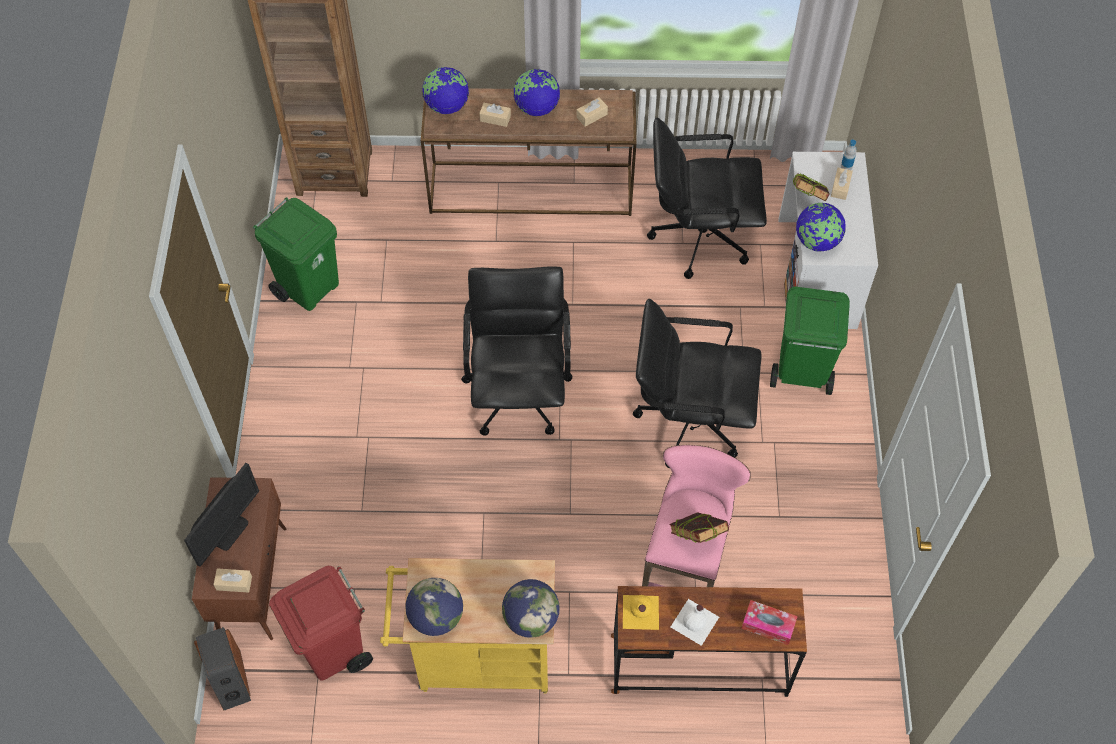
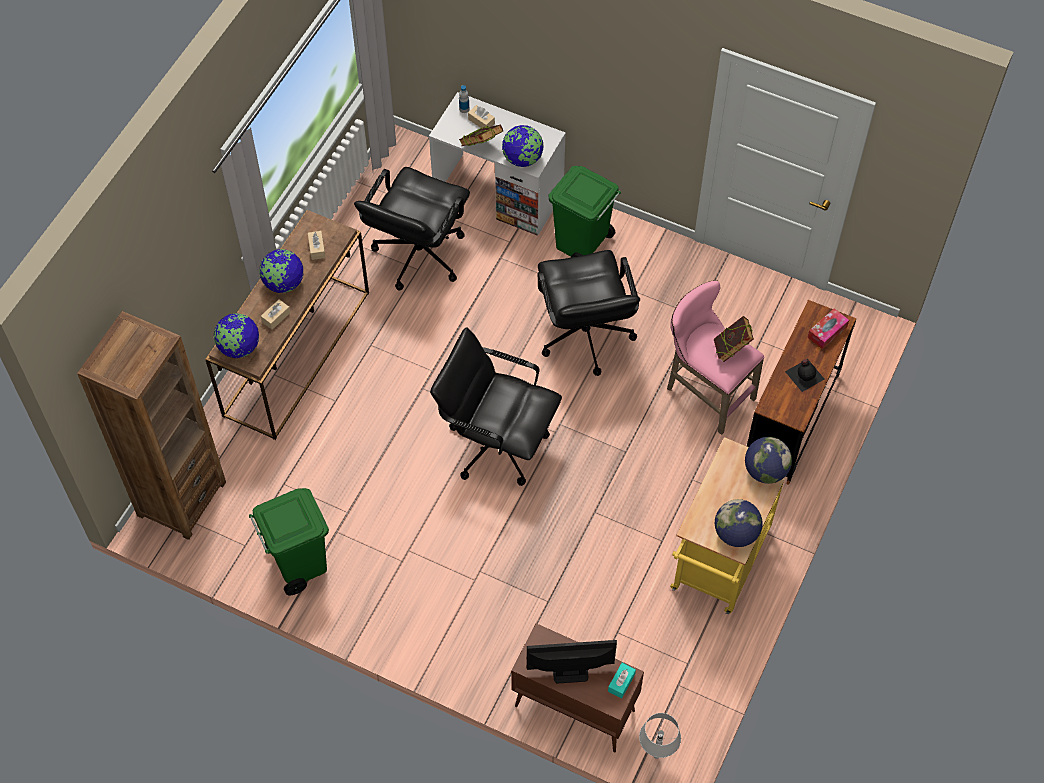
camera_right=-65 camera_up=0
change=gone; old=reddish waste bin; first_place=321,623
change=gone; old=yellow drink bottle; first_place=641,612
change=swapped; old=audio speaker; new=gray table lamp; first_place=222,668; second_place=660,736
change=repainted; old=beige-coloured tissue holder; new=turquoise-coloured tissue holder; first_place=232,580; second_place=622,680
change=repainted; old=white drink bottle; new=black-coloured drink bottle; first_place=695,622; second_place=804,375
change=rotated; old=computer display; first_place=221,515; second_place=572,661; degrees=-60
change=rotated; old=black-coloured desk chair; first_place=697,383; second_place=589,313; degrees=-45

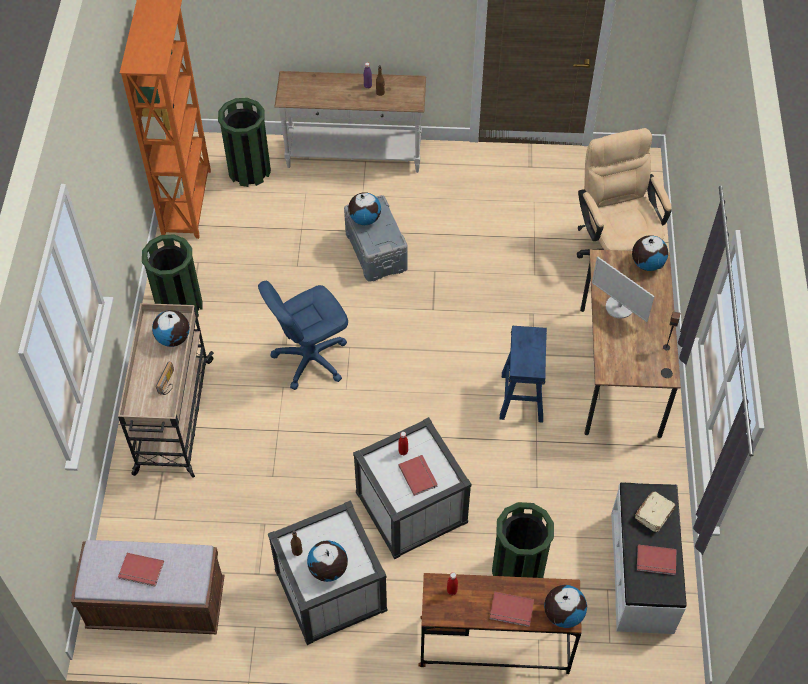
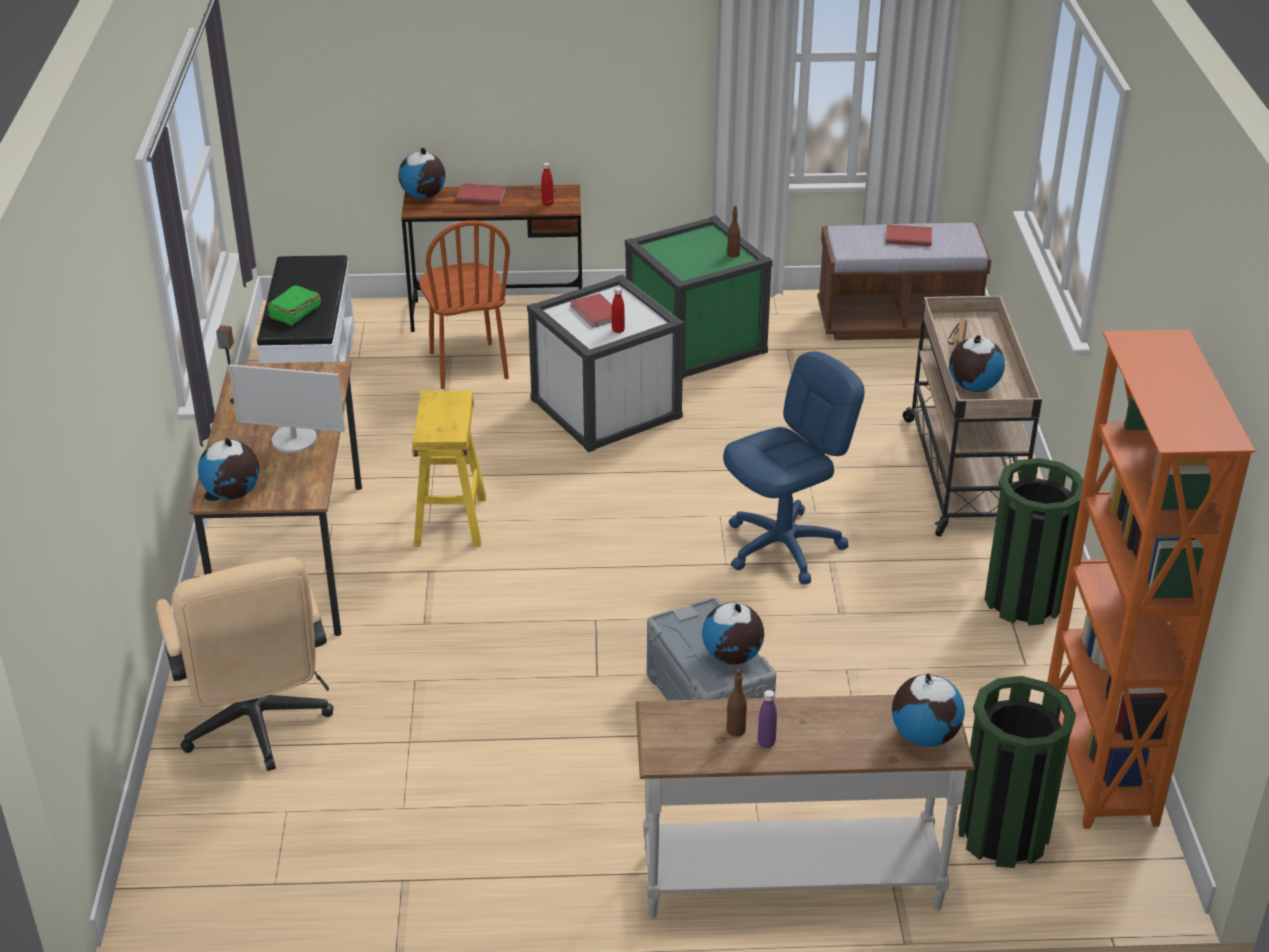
camera_right=175 camera_up=-20
change=gone; old=reddish book; first_place=656,560
change=shifted; old=desk globe; first_place=327,561; second_place=928,710
change=swapped; old=green waste bin; new=brown upright chair; first_place=523,540; second_place=464,304
change=repainted; old=white storage box; new=green storage box; first_place=328,572; second_place=699,297
change=repainted; old=blue-coloured stool seat; new=yellow stool seat; first_place=523,374; second_place=449,469
change=repainted; old=beige-coloured book; new=green book; first_place=655,511; second_place=294,305
change=rotated; old=computer display; first_place=623,289; second_place=286,408; degrees=150

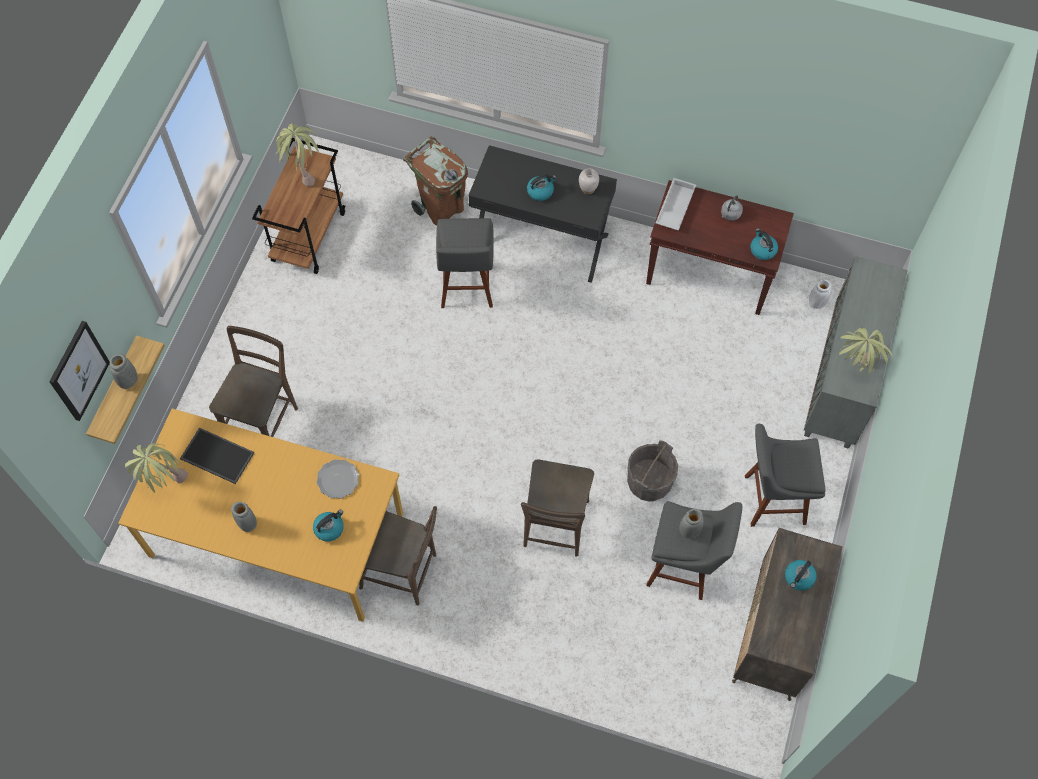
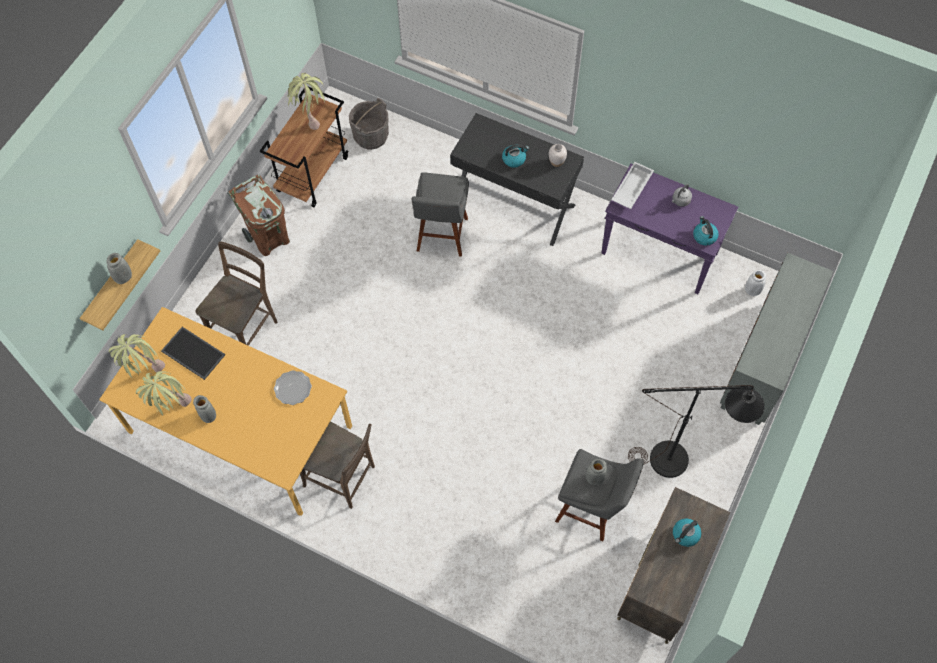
camera_right=10 camera_up=0
change=gone; old=wall art; first_place=79,371
change=gone; old=water kettle; first_place=328,526
change=gone; old=brown upright chair; first_place=557,508
change=shifted; old=brown waste bin; first_place=435,181; second_place=258,215
change=shifted; old=gray pail; first_place=652,471; second_place=369,124
change=shifted; old=plant in a pot; first_place=866,351; second_place=164,393
change=swapped; old=gray stool seat; new=black-coloured standing lamp; first_place=785,475; second_place=696,431
change=repainted; old=brown narrow table; new=purple-coloured narrow table; first_place=720,247; second_place=669,229

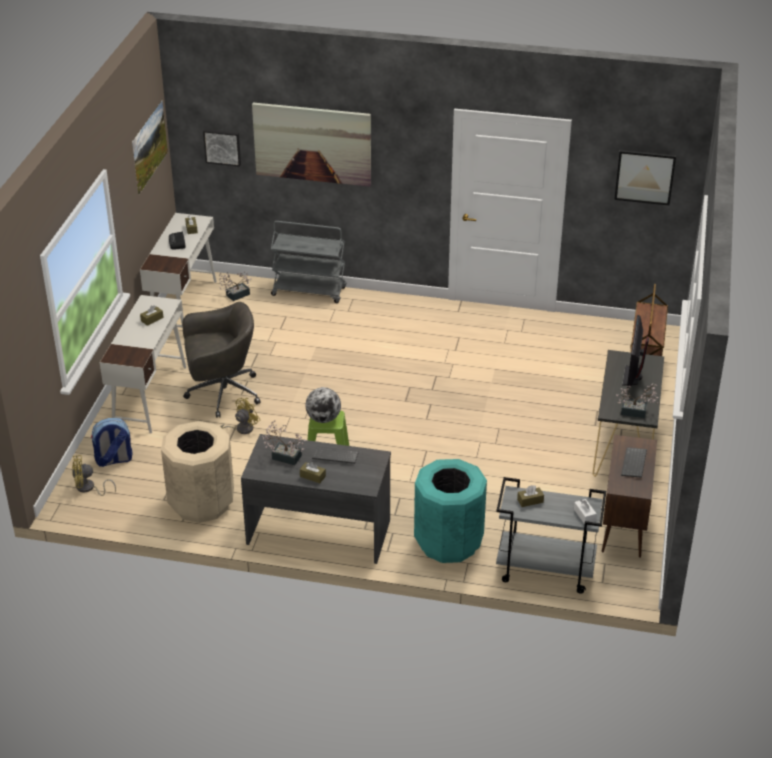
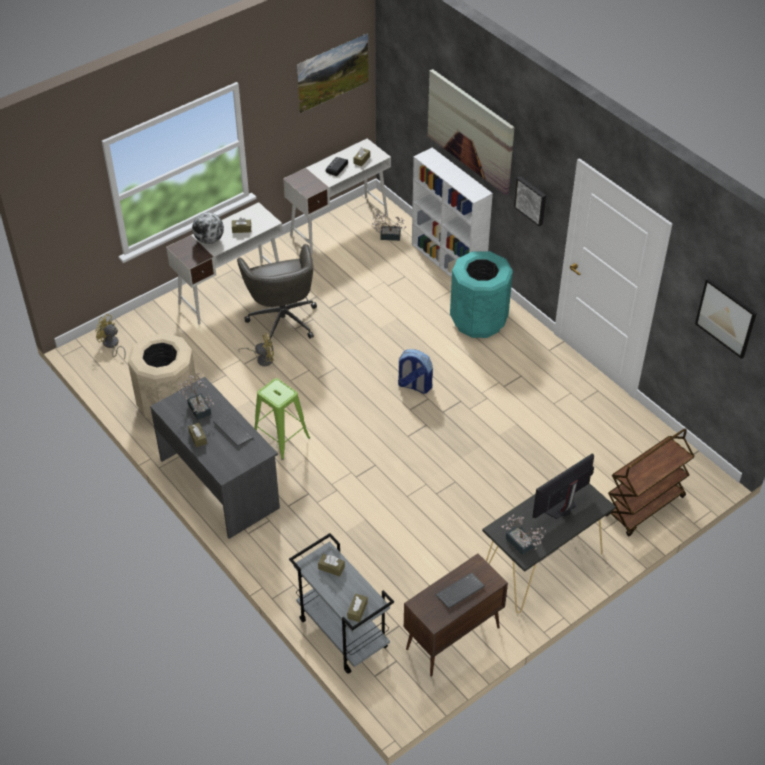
camera_right=40 camera_up=10
change=shifted; old=rucksack; first_place=112,442; second_place=415,371
change=shifted; old=wall art; first_place=222,148; second_place=530,201
change=shifted; old=desk globe; first_place=323,405; second_place=208,228
change=shifted; old=turquoise-coloured waste bin; first_place=450,511; second_place=481,294
change=swapped; old=gray cart; new=white bookshelf; first_place=308,262; second_place=452,213
change=repainted; old=white tissue holder; new=brown tissue holder; first_place=585,511; second_place=357,608
change=rotated; old=gray desk chair; first_place=222,360; second_place=277,295; degrees=45

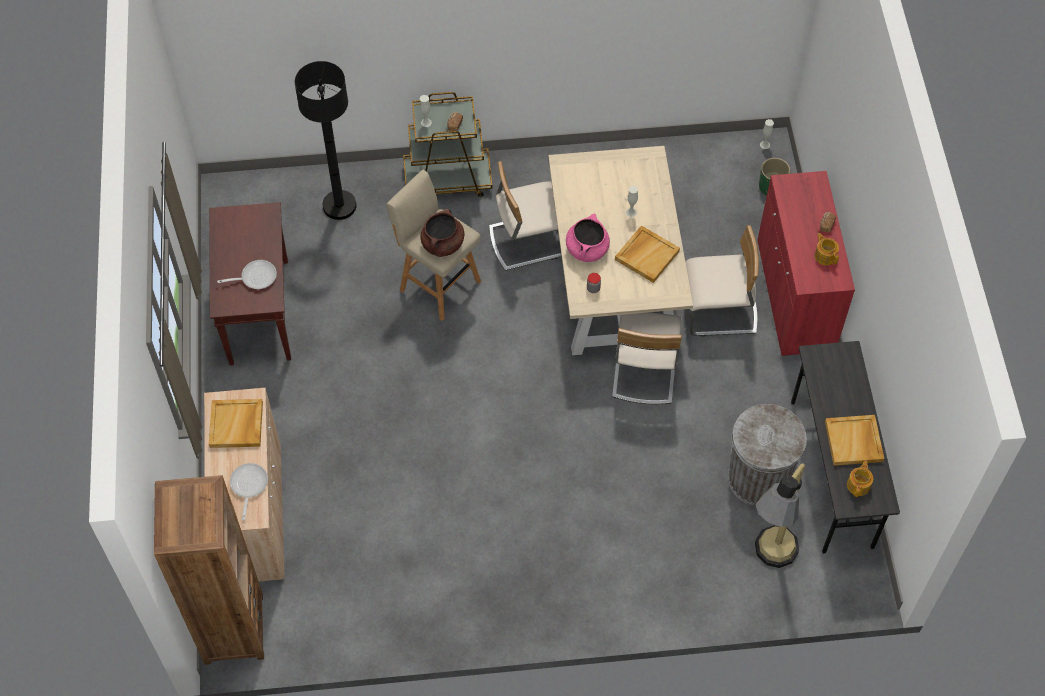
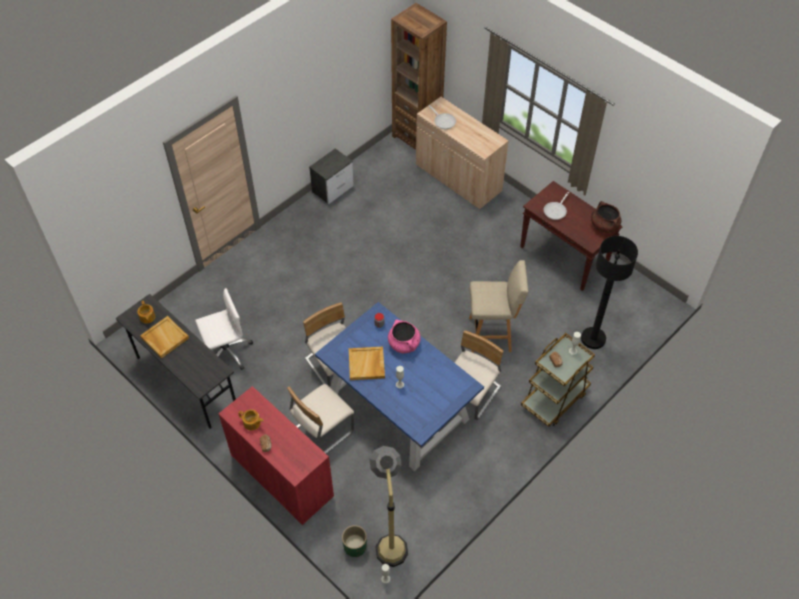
camera_right=140 camera_up=-5
change=gone; old=beige-coloured carrying tray; first_place=236,423
change=new; new=bedside table; second_place=331,176
change=shifted; old=brown stockpot; first_place=442,233; second_place=606,217
change=shifted; old=standing lamp; first_place=780,515; second_place=388,506
change=swapped; old=gray waste bin; new=white desk chair; first_place=767,455; second_place=224,329
change=repainted; old=beige-coloured dining table; new=blue-coloured dining table; first_place=620,250; second_place=399,386

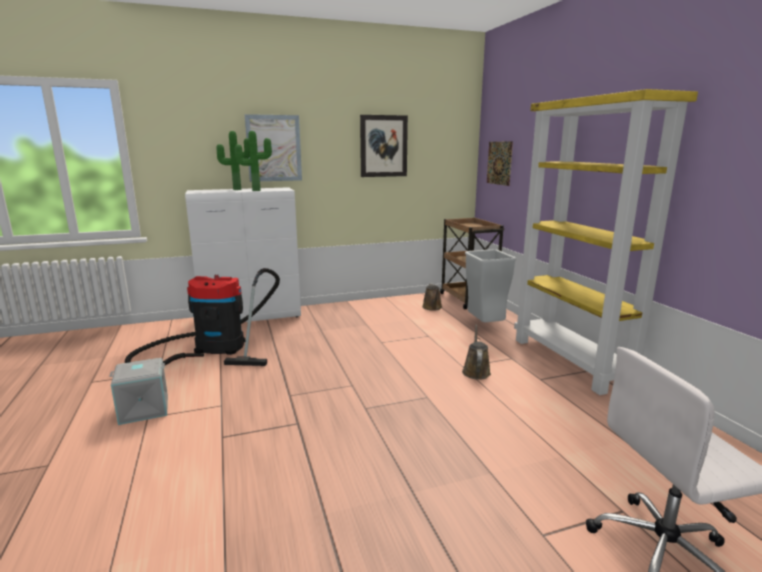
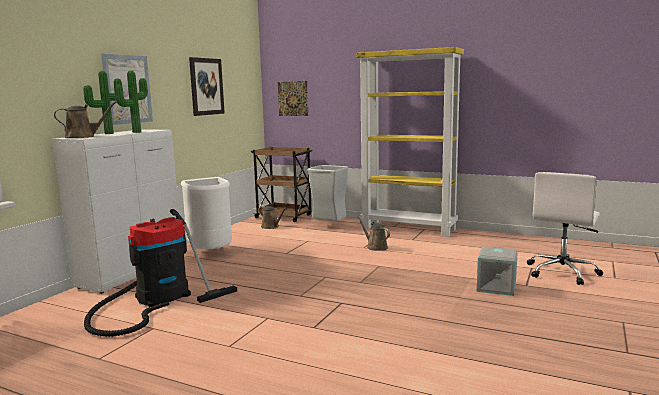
camera_right=-45 camera_up=-5
change=new; new=brown sprinkling can; second_place=86,119
change=new; new=white waste bin; second_place=206,213
change=shifted; old=gray storage box; first_place=138,391; second_place=497,271

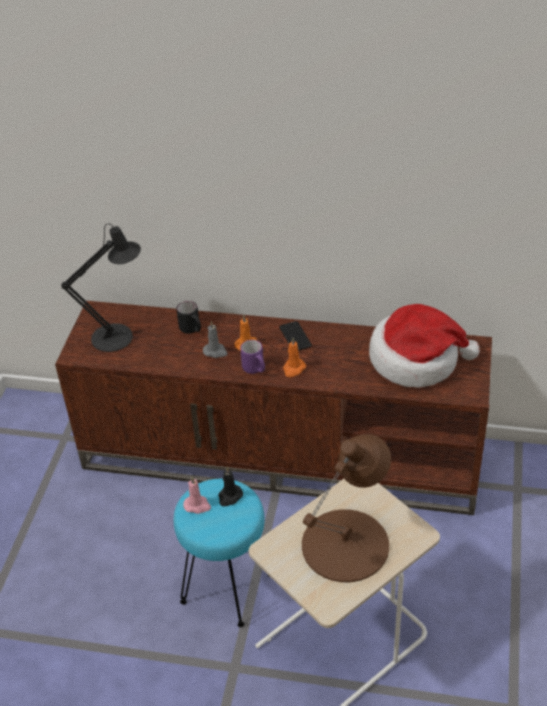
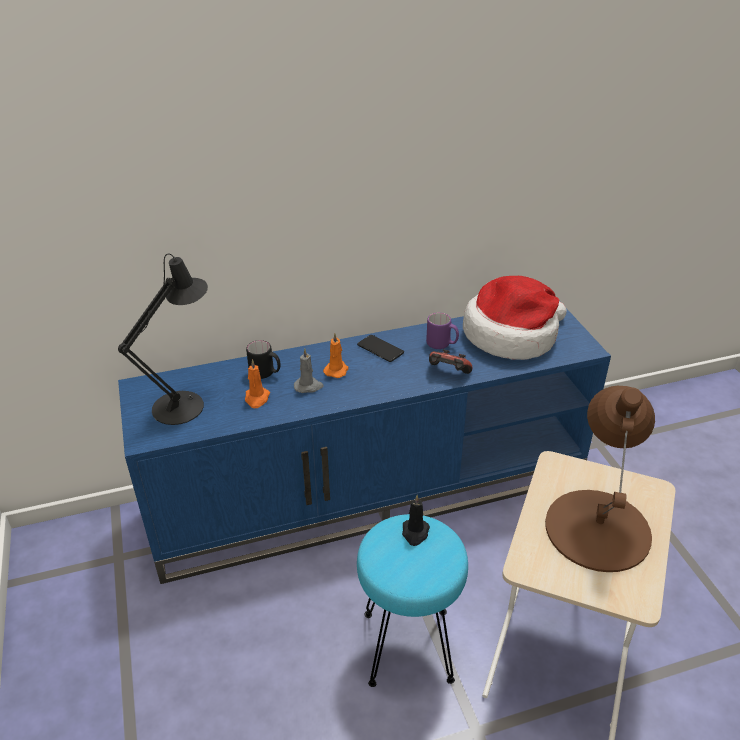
camera_right=-30 camera_up=-5
change=gone; old=pinkish wax light; first_place=197,495
change=new; new=gamepad; second_place=450,361
change=shifted; old=purple-coloured tea mug; first_place=252,357; second_place=442,331
change=shifted; old=orange-coloured wax light; first_place=294,357; second_place=257,383
change=repainted; old=brown media console; new=blue-coloured media console; first_place=273,408; second_place=364,446

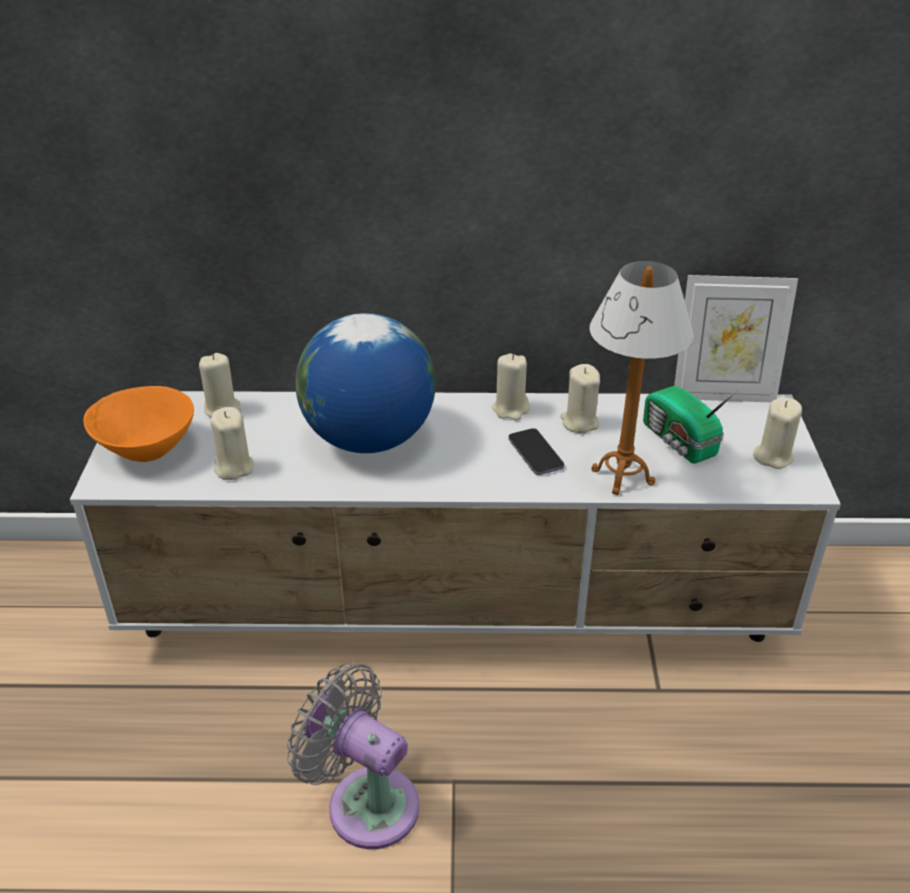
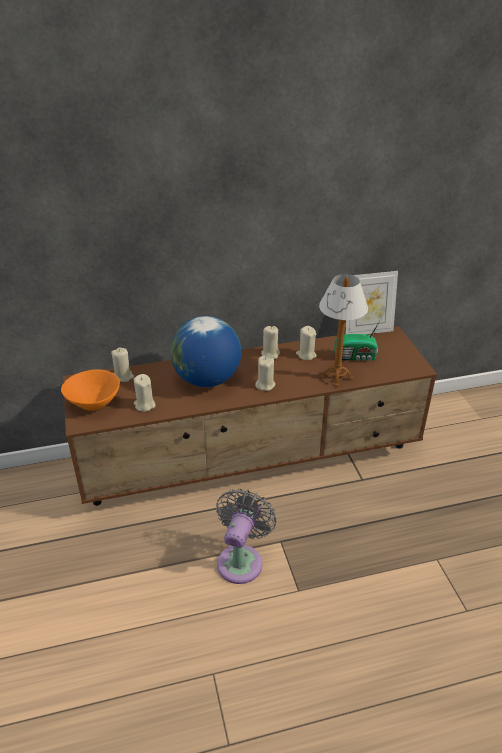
camera_right=-15 camera_up=0
change=gone; old=telephone; first_place=536,451
change=shifted; old=beige-coloured wax light; first_place=777,433; second_place=265,373
change=repainted; old=white media console; new=brown media console; first_place=455,516; second_place=250,416
change=rotated; old=gray fan; first_place=353,756; second_place=246,536; degrees=90
change=rotated; old=radio set; first_place=690,425; second_place=358,339; degrees=-45

